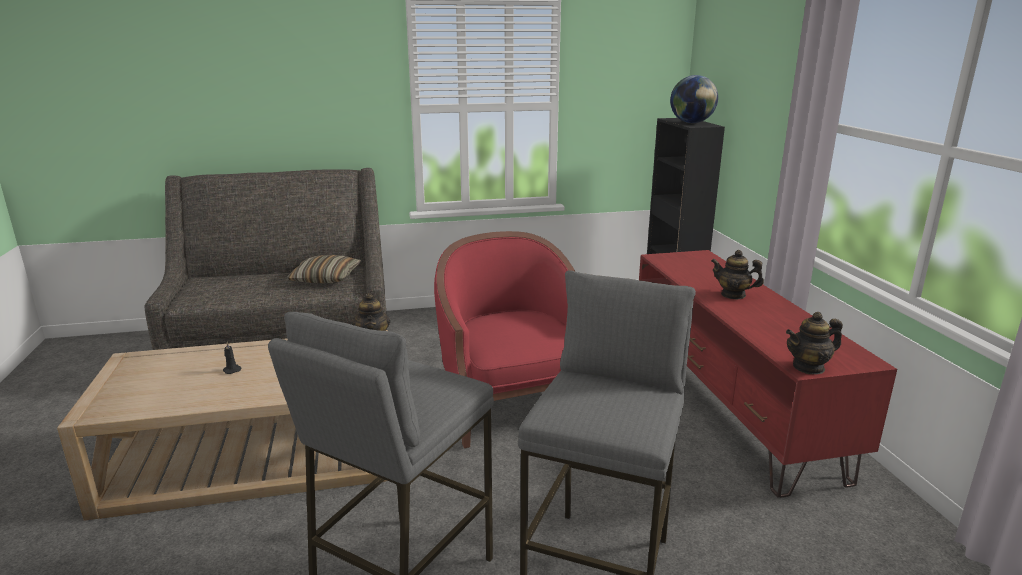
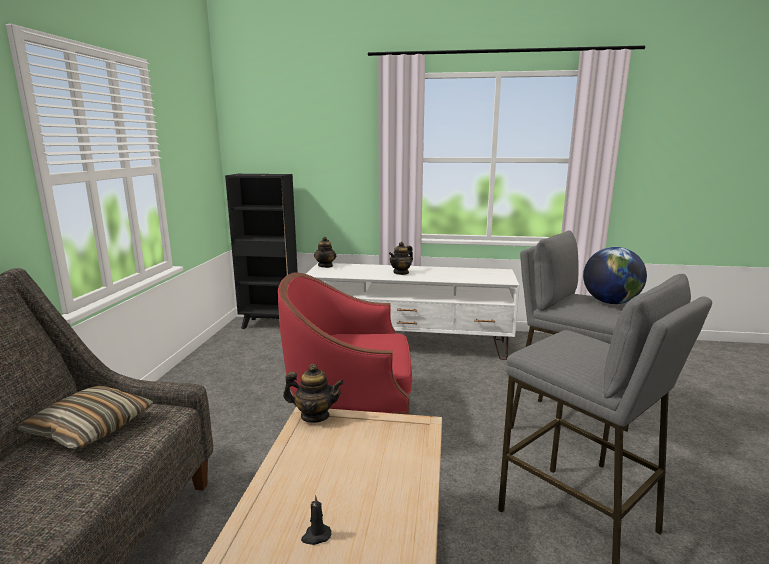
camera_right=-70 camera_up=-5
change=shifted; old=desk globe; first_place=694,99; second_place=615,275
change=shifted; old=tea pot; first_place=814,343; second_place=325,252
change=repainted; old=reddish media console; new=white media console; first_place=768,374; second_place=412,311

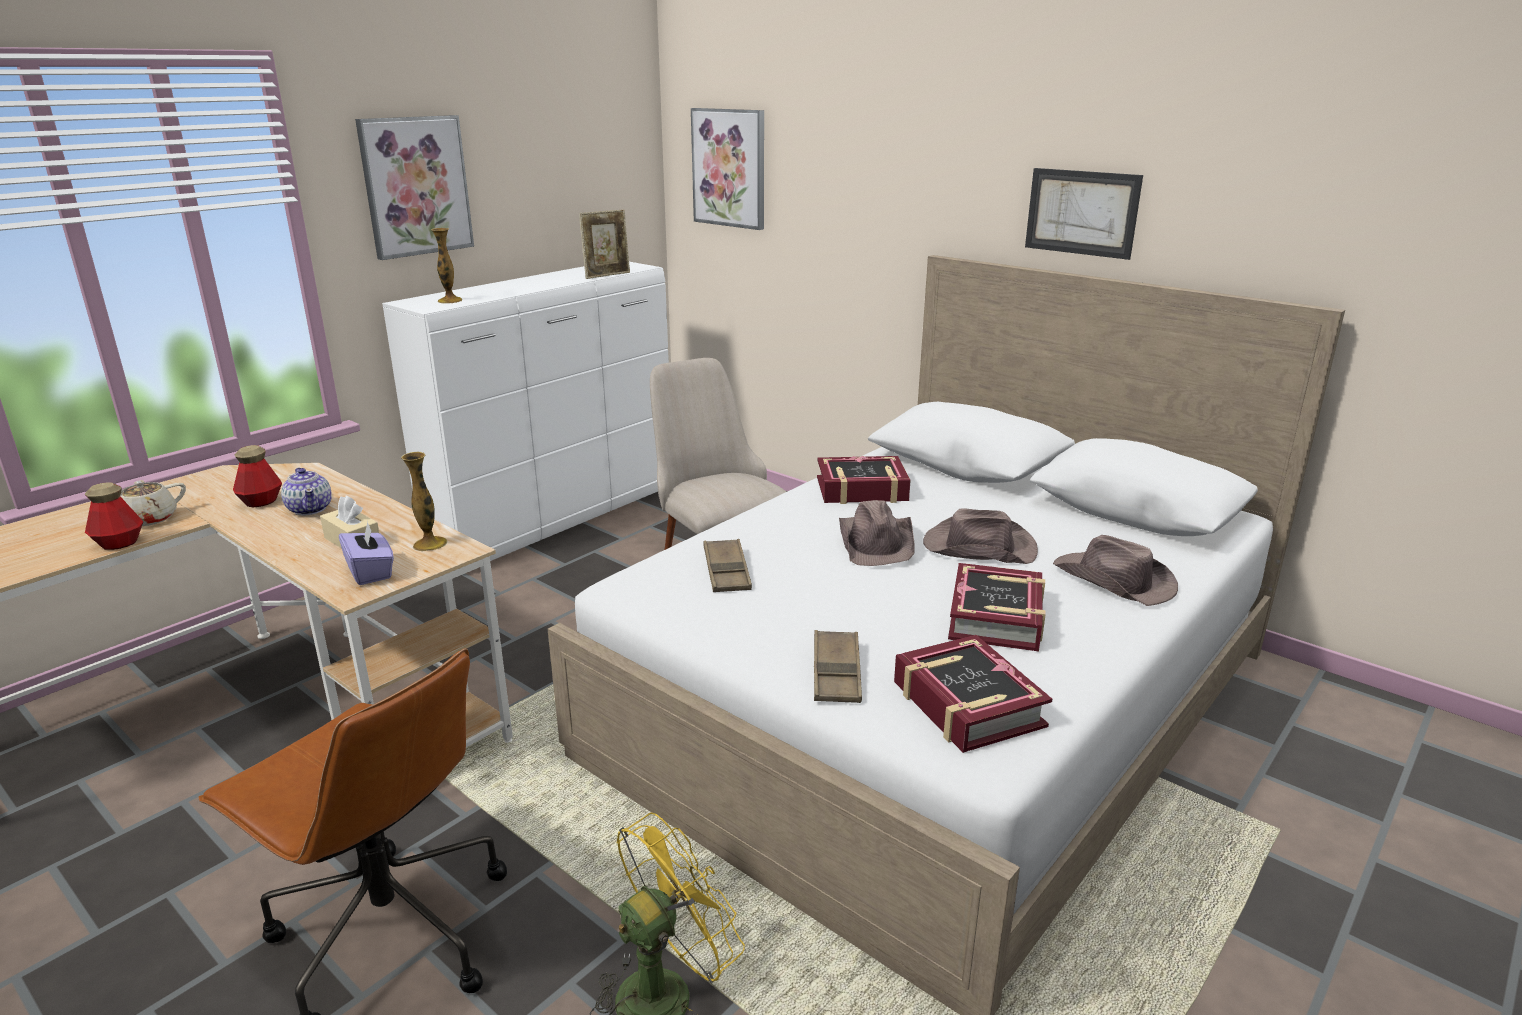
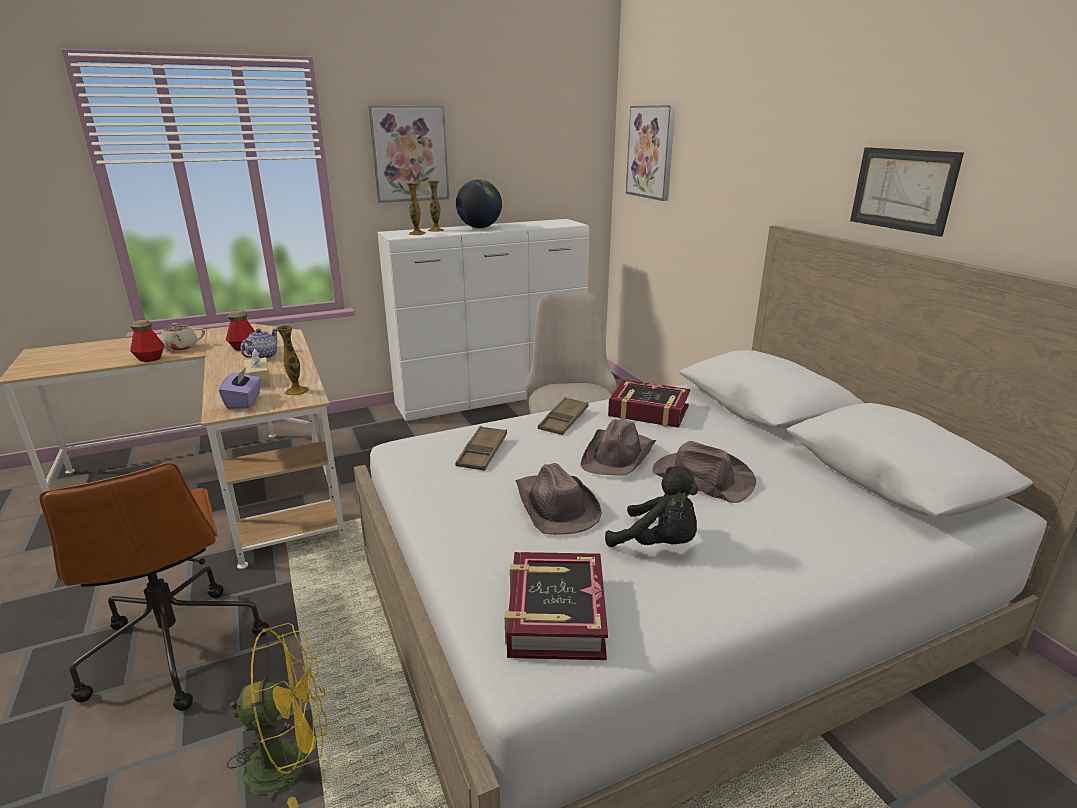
camera_right=25 camera_up=0
change=gone; old=standing frame; first_place=604,244
change=new; new=vase; second_place=436,206
change=new; new=desk globe; second_place=479,204
change=shifted; old=brown carrying tray; first_place=838,666; second_place=563,416
change=shifted; old=brown hat; first_place=1115,570; second_place=558,499
change=swapped; old=book; new=black-coloured soft toy; first_place=997,607; second_place=651,506
change=rotated; old=tea pot; first_place=306,491; second_place=258,344; degrees=-150

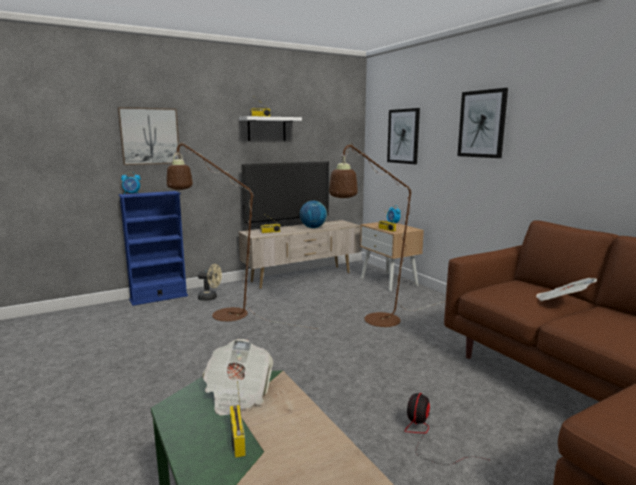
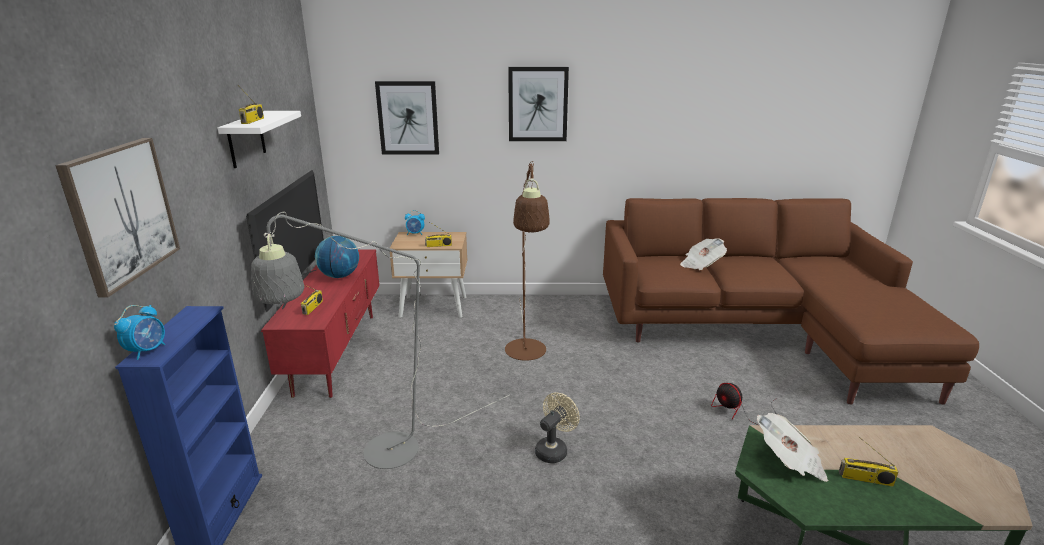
camera_right=-60 camera_up=10
change=shifted; old=beige-coloured fan; first_place=210,282; second_place=557,427
change=repainted; old=brown standing lamp; new=gray standing lamp; first_place=242,235; second_place=380,340
change=repainted; old=beige-coloured media console; new=reddish media console; first_place=299,254; second_place=320,323

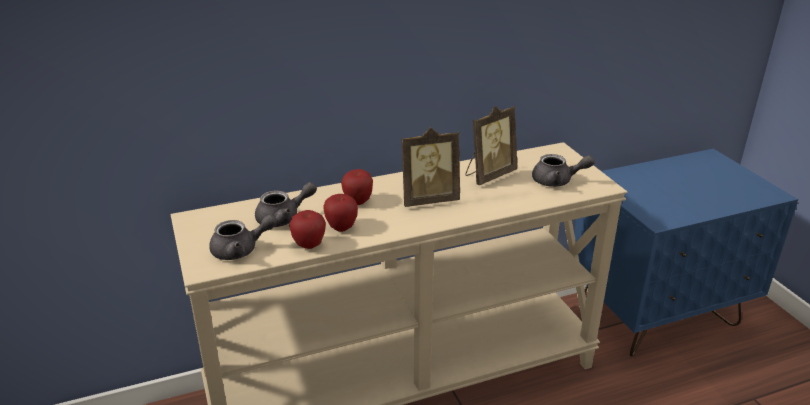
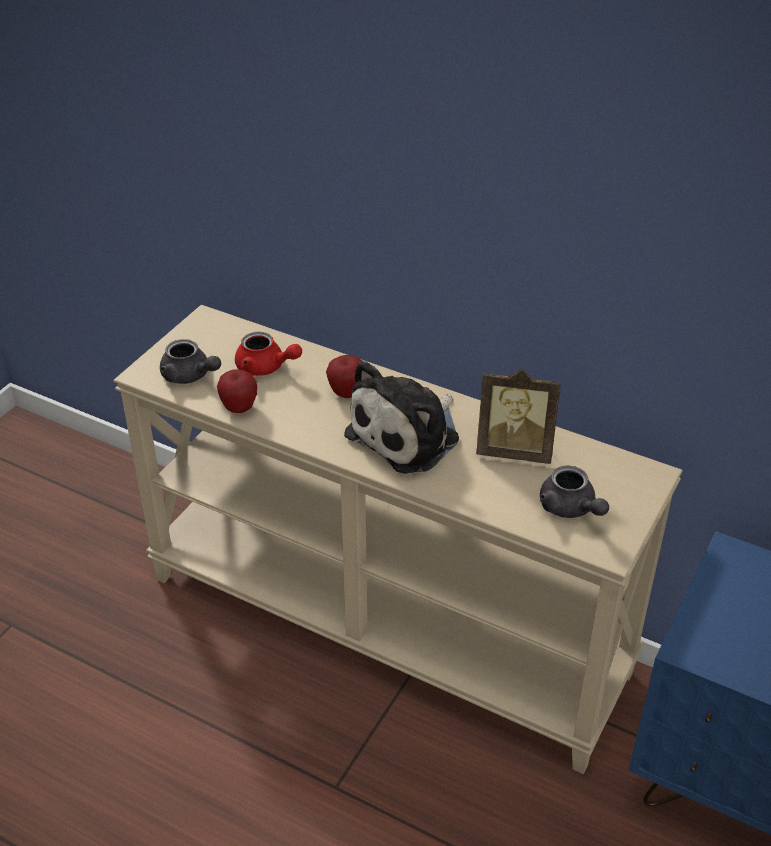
camera_right=50 camera_up=10
change=gone; old=whole apple; first_place=340,213
change=swapped; old=standing frame; new=soft toy; first_place=430,167; second_place=401,417
change=repainted; old=gray tea pot; new=reddish tea pot; first_place=286,204; second_place=268,354

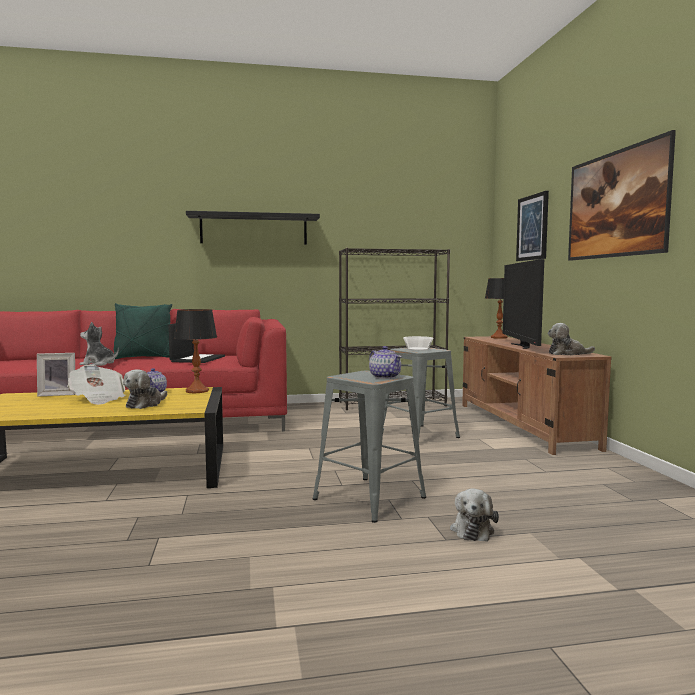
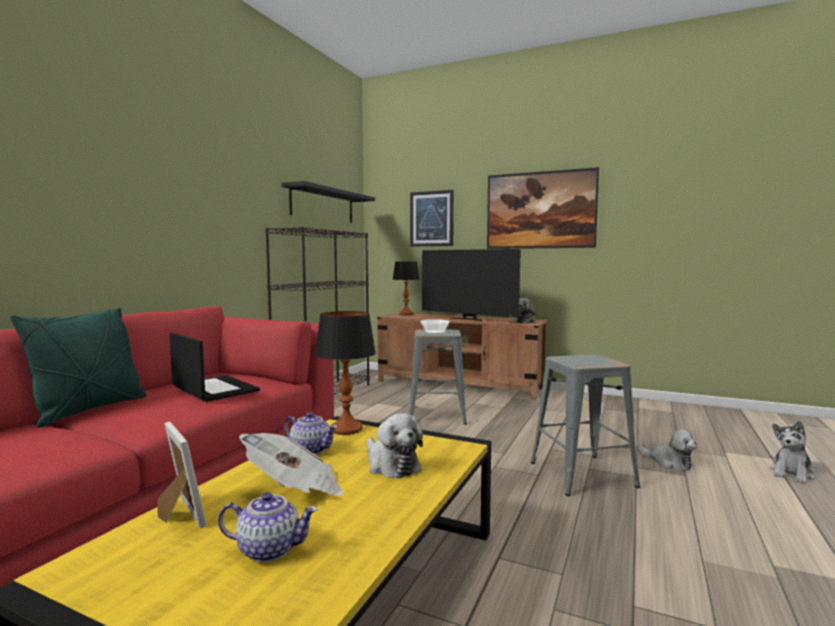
camera_right=-55 camera_up=0
change=shifted; old=soft toy; first_place=99,344; second_place=792,452
change=shifted; old=black-coloured wall shelf; first_place=253,228; second_place=328,202
change=shifted; old=tea pot; first_place=385,362; second_place=268,527
change=rotated; old=standing frame; first_place=56,375; second_place=182,475; degrees=-60

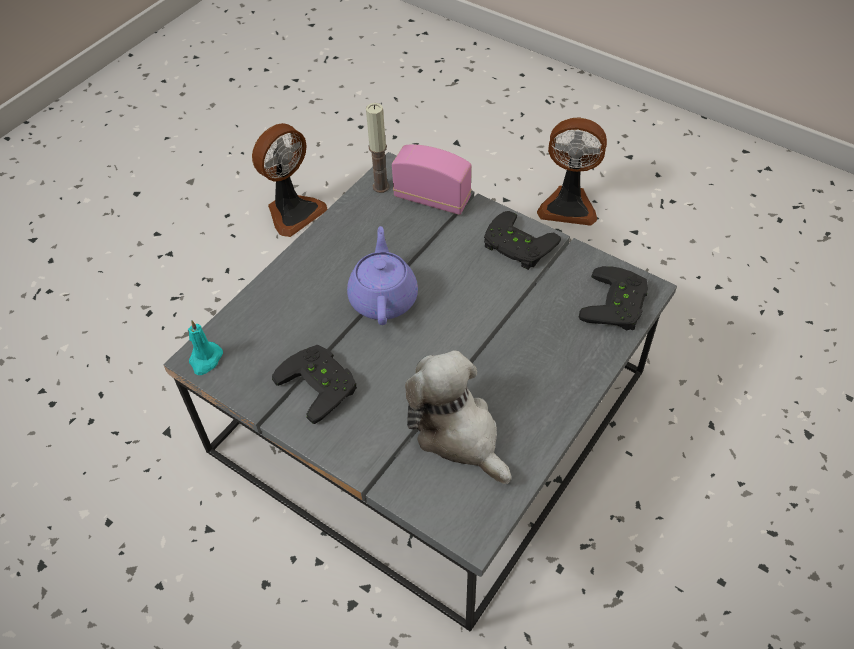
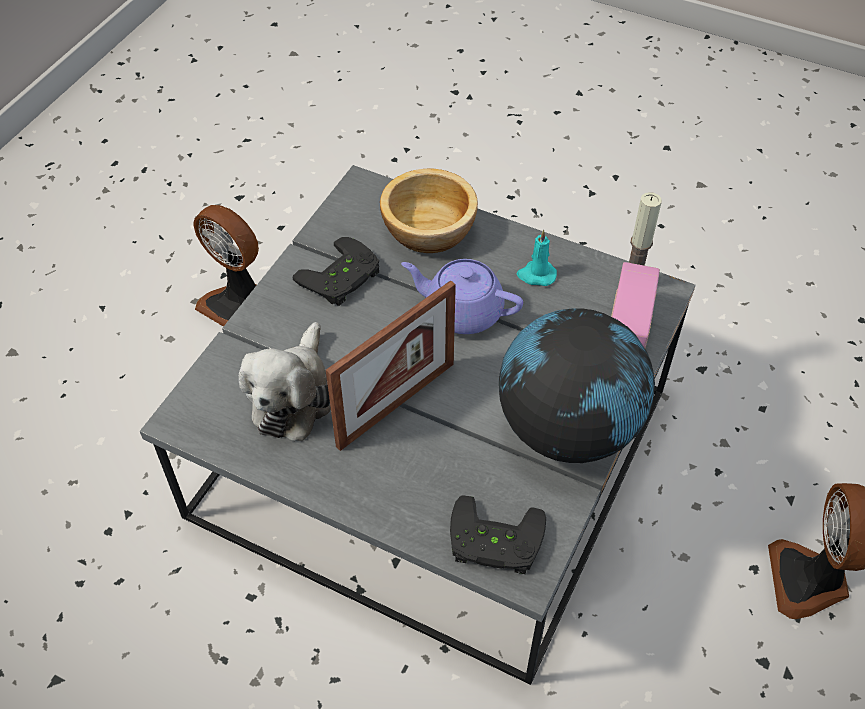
camera_right=80 camera_up=0
change=new; new=standing frame; second_place=391,365
change=new; new=bowl; second_place=429,211
change=shifted; old=turquoise-coloured wax light; first_place=205,347; second_place=536,258
change=shifted; old=fan; first_place=289,180; second_place=226,266
change=swapped; old=black-coloured gamepad; new=desk globe; first_place=522,240; second_place=577,385
change=rotated; old=purple-coloured tea pot; first_place=382,275; second_place=462,296; degrees=-150
change=rotated; old=soft toy; first_place=458,417; second_place=285,381; degrees=150

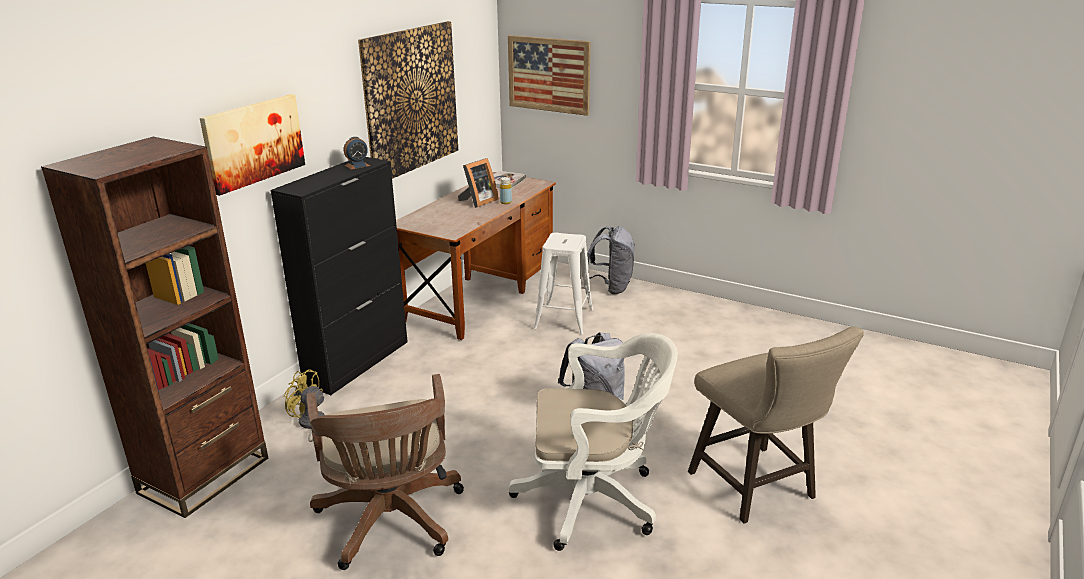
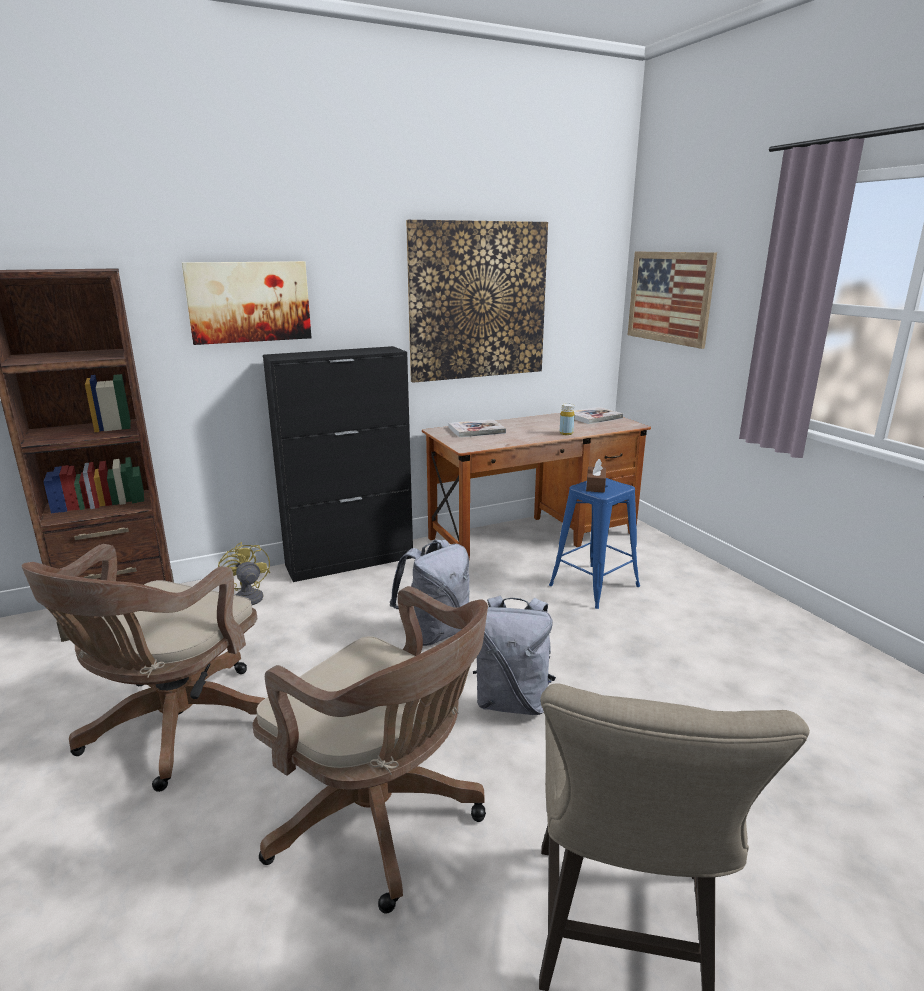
camera_right=35 camera_up=-5
change=gone; old=alarm clock; first_place=357,153
change=gone; old=standing frame; first_place=478,183
change=new; new=book; second_place=477,428
change=new; new=brown tissue holder; second_place=596,476
change=shifted; old=gray rucksack; first_place=611,260; second_place=430,592
change=repainted; old=white desk chair; new=brown desk chair; first_place=593,442; second_place=370,750
change=repainted; old=white stool seat; new=blue-coloured stool seat; first_place=564,283; second_place=594,543

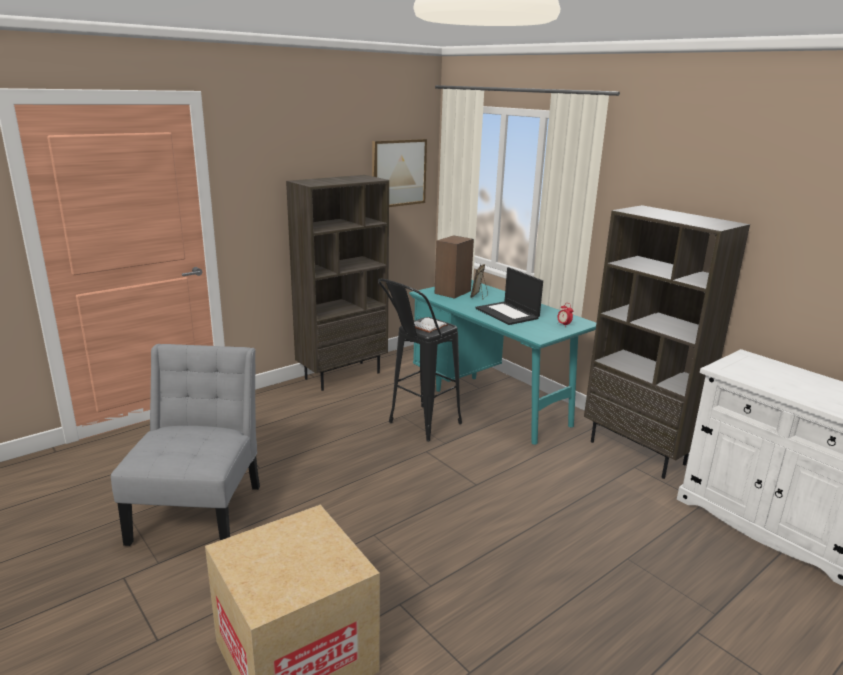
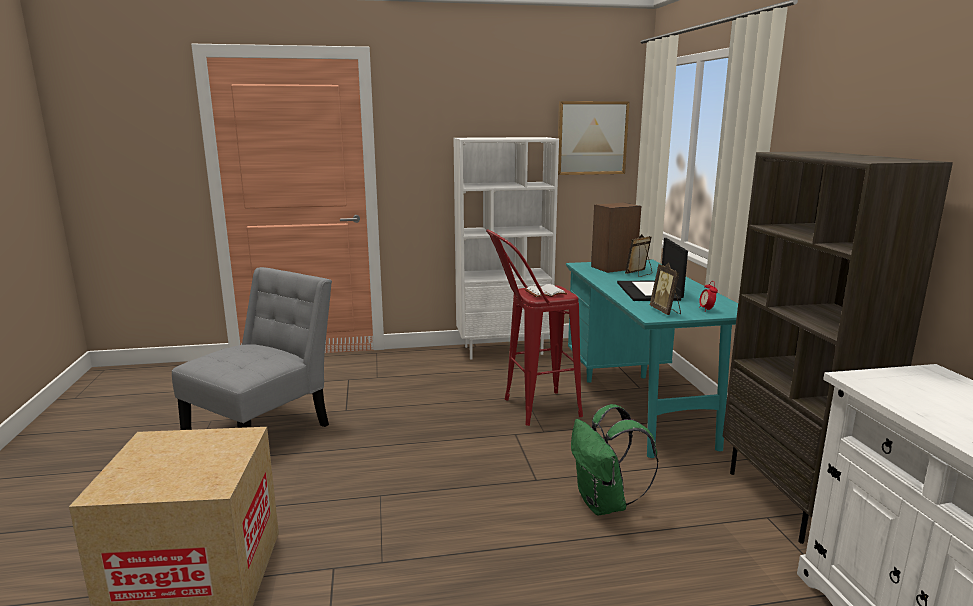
camera_right=30 camera_up=-5
change=new; new=green rucksack; second_place=614,460
change=new; new=standing frame; second_place=665,289
change=repainted; old=brown bookshelf; new=white bookshelf; first_place=337,283; second_place=506,248
change=repainted; old=black-coloured stool seat; new=reddish stool seat; first_place=420,360; second_place=534,328

